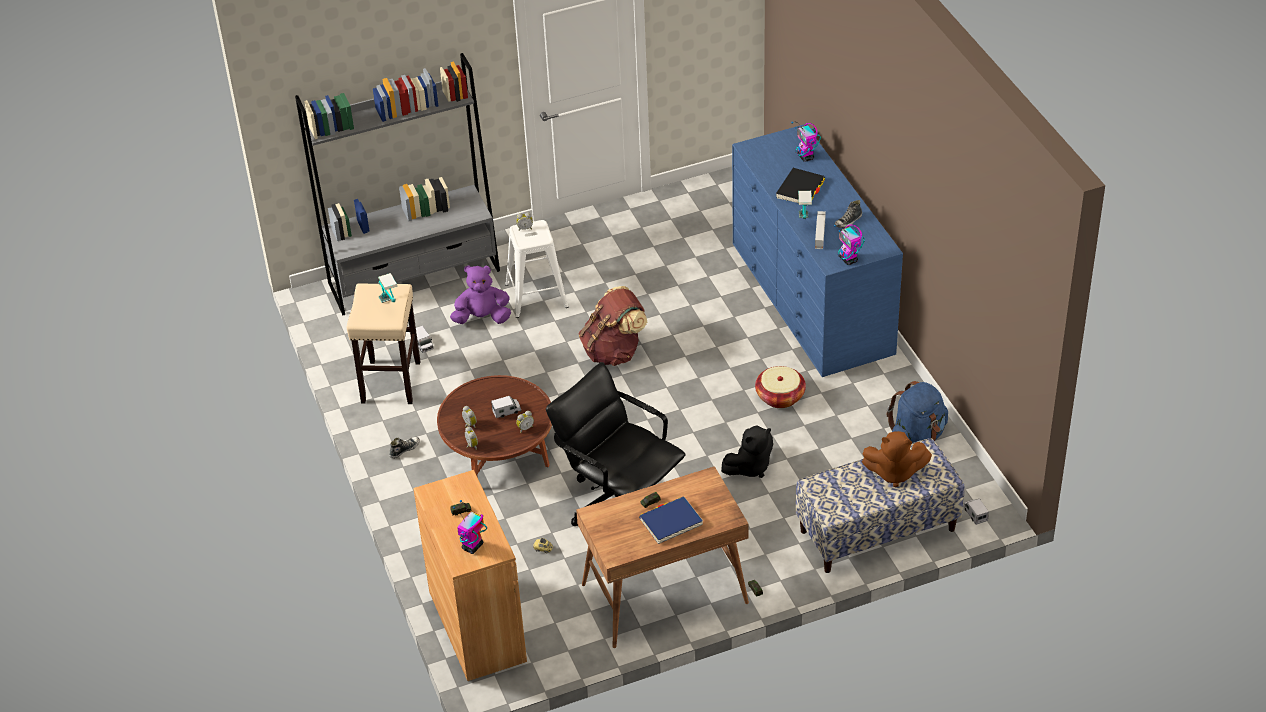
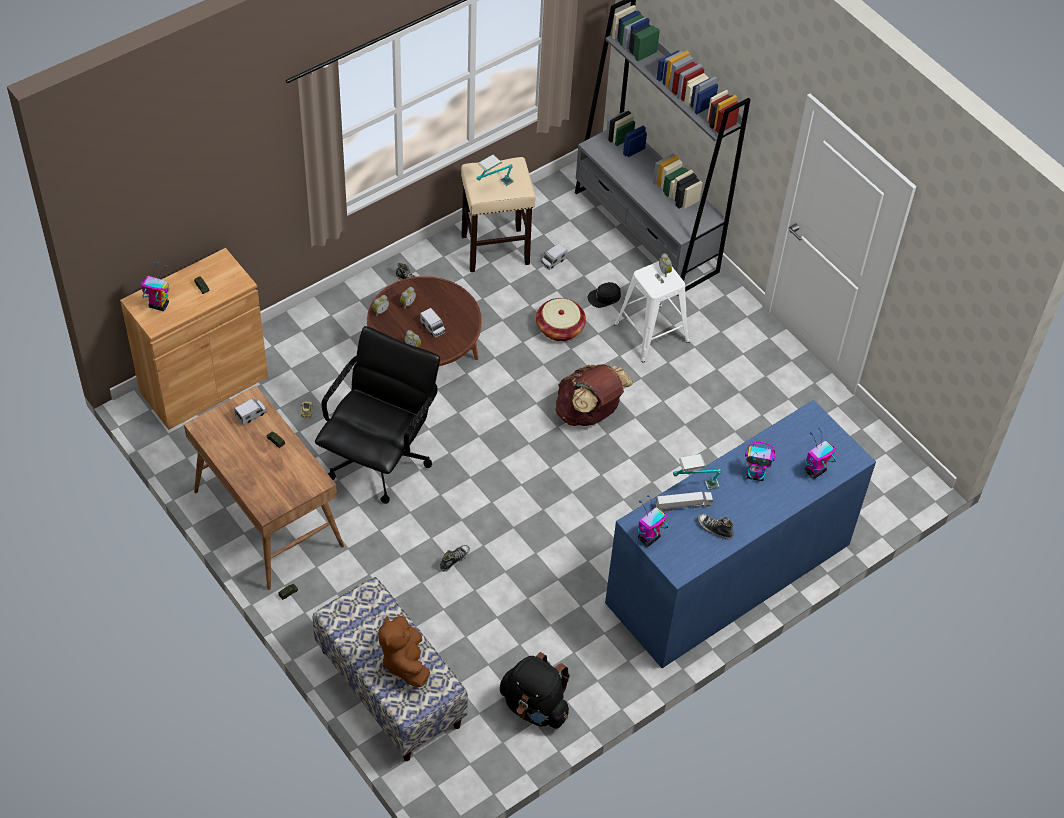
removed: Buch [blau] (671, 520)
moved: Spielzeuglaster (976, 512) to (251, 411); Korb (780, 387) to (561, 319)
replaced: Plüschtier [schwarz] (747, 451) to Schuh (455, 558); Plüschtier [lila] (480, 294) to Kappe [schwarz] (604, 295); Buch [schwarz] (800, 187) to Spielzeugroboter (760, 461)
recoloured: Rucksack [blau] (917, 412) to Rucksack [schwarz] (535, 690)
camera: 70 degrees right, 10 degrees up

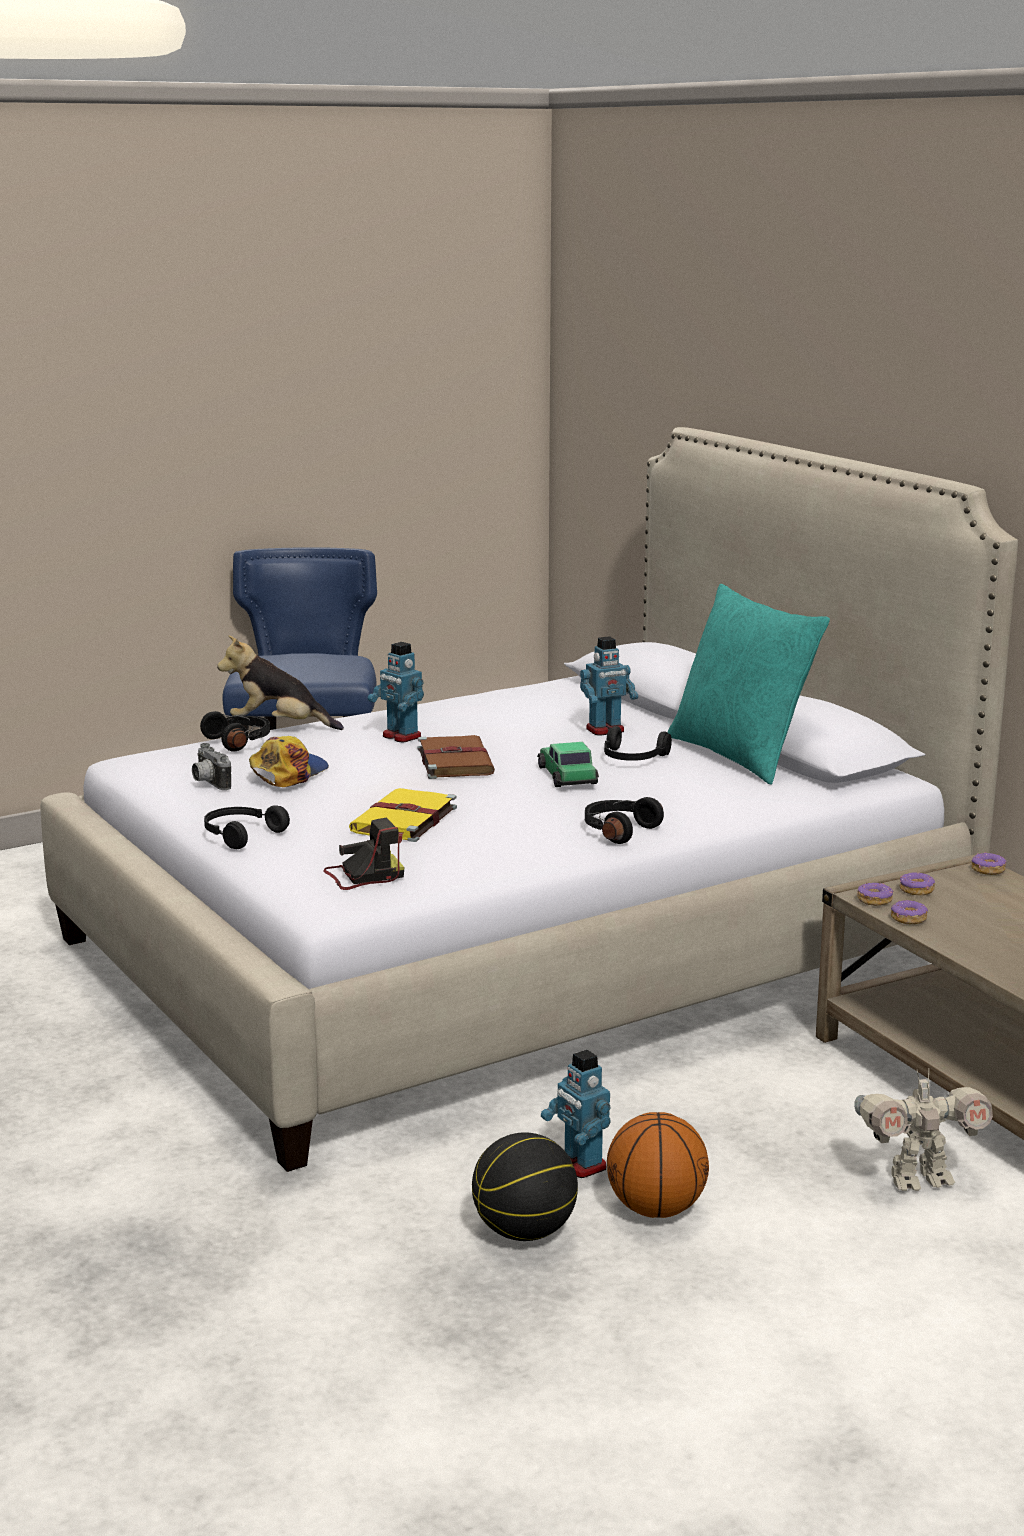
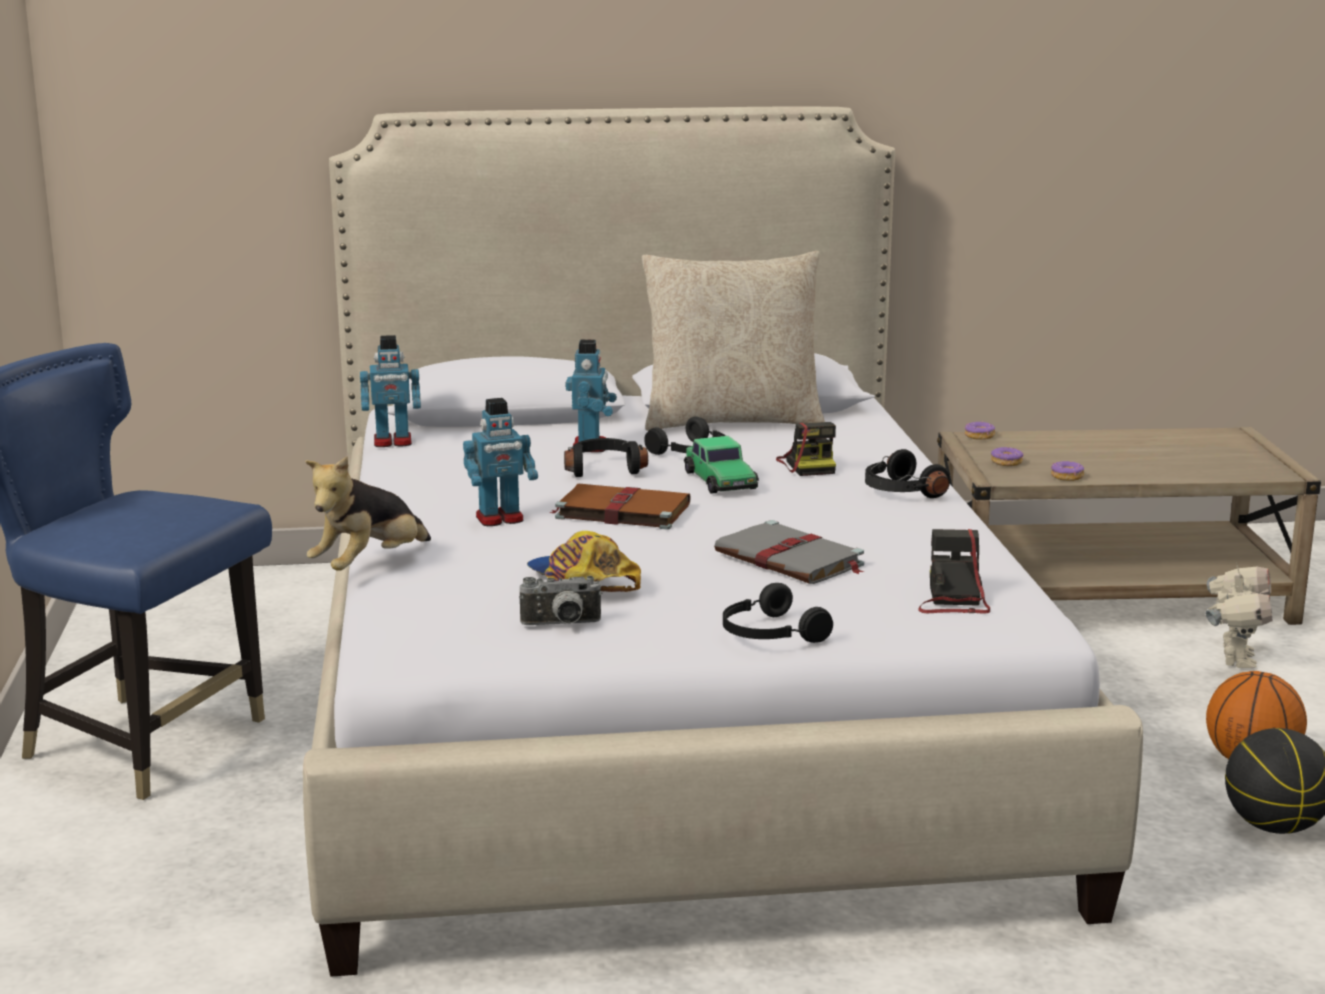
removed: Donut (875, 894)
added: Kamera (806, 449)
moved: Spielzeugroboter (576, 1114) to (390, 391); Kopfhörer [schwarz] (235, 731) to (606, 457)
recoloured: Kissen [türkis] (748, 684) to Kissen [beige] (733, 341); Buch [gelb] (403, 816) to Buch [grau] (789, 552)
turned: Spielzeugauto (568, 764) = (721, 465) 120 degrees counterclockwise
camera: 65 degrees left, 0 degrees up

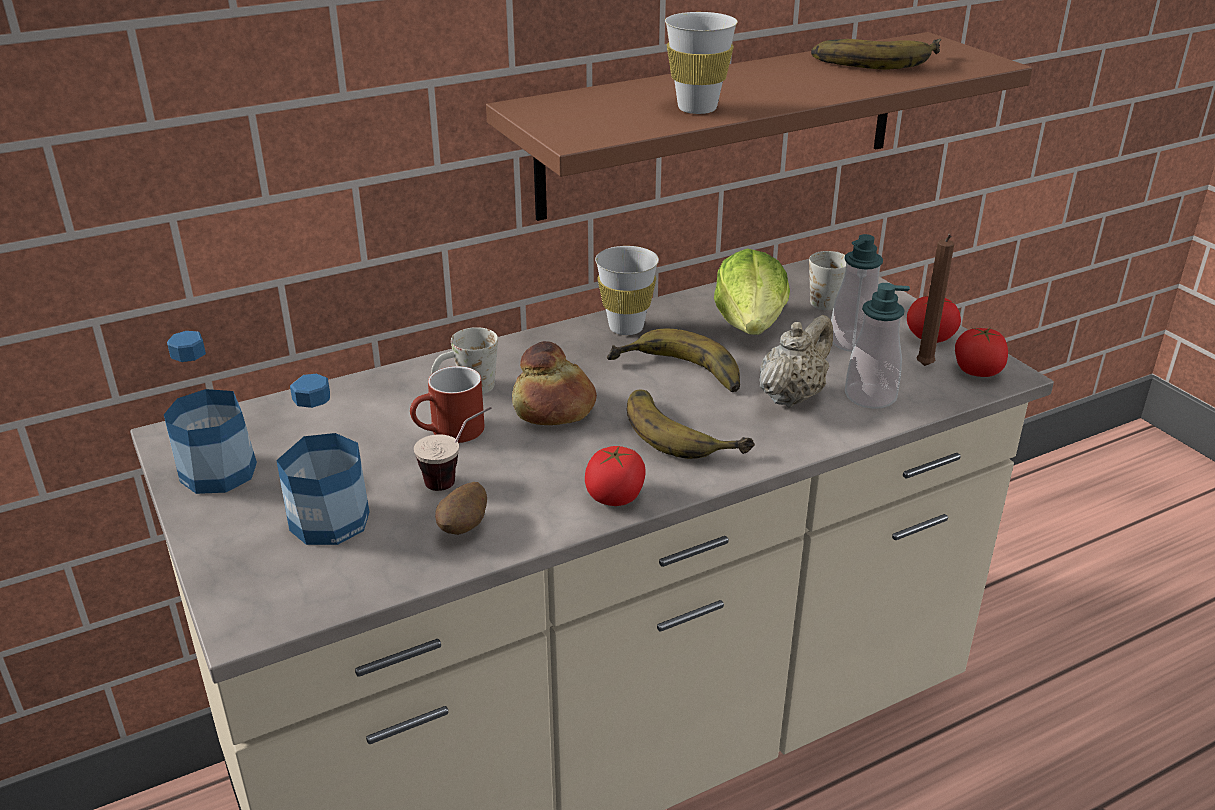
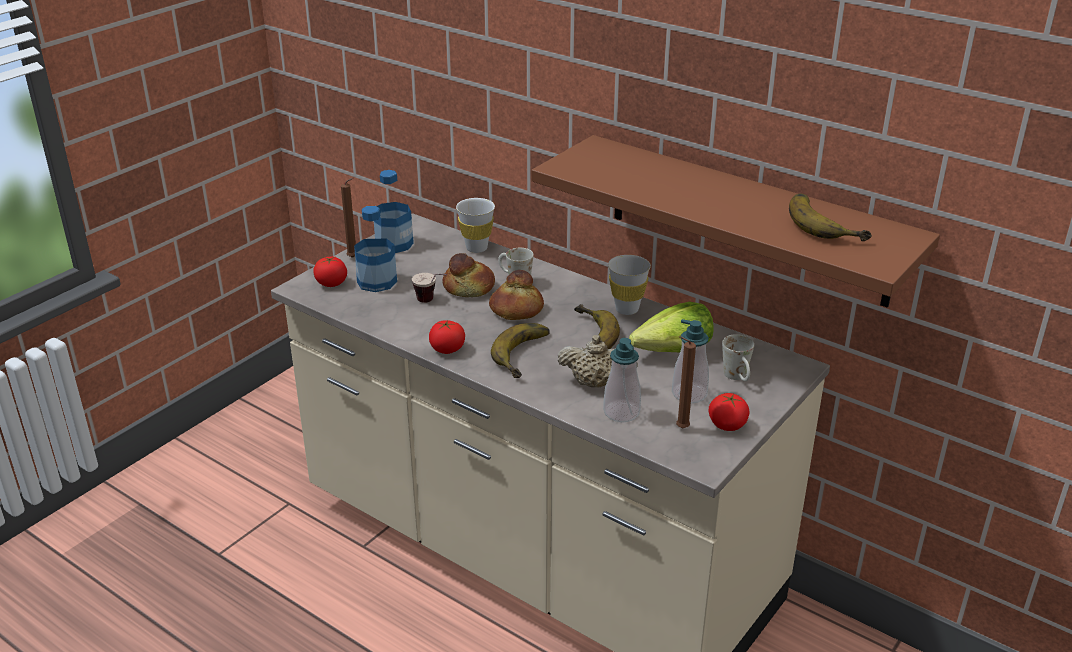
removed: Kartoffel (461, 508)
added: Kerze [braun] (348, 218)
moved: Tomate (981, 352) to (330, 272); Tasse [weiß] (701, 63) to (475, 225)
replaced: Henkelbecher [rot] (447, 404) to Brot (468, 275)
camera: 65 degrees right, 0 degrees up

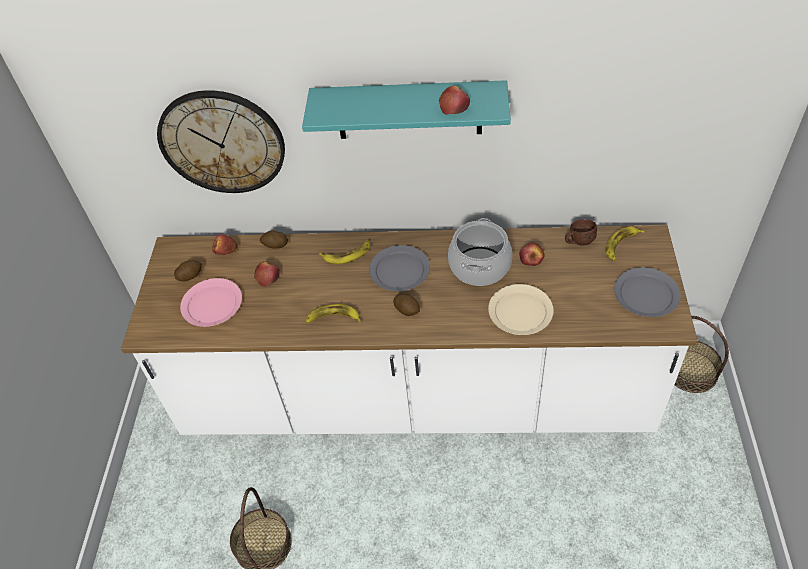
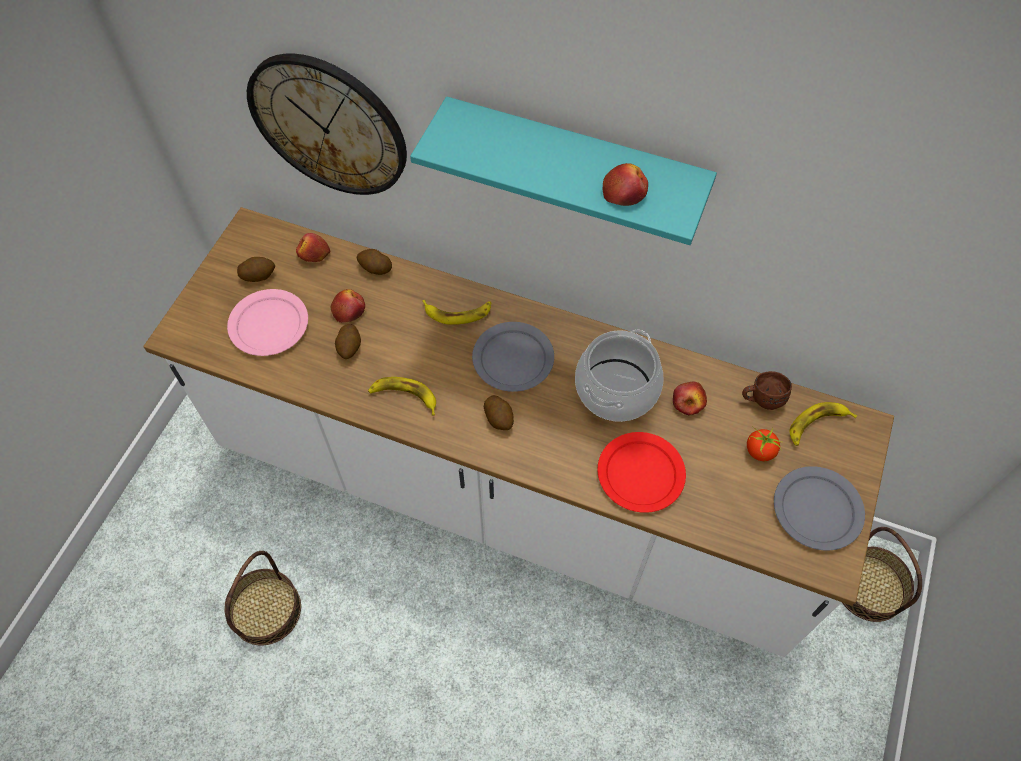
added: Kartoffel (348, 341); Tomate (764, 443)
recoloured: Teller [beige] (521, 309) to Teller [rot] (641, 472)
camera: 15 degrees right, 10 degrees up

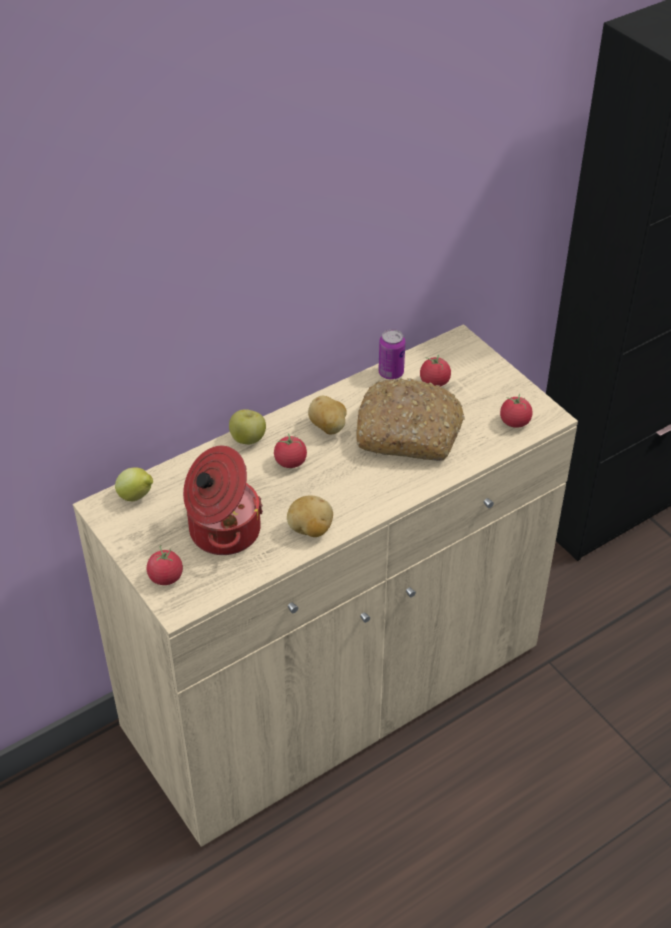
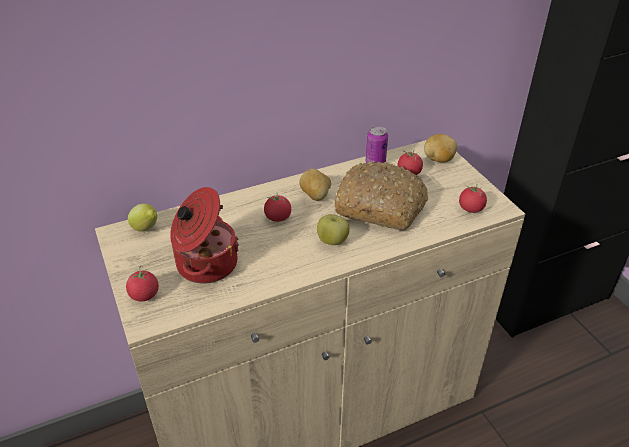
moved: Apfel (247, 426) to (333, 229); Kartoffel (310, 516) to (440, 148)
camera: 10 degrees right, 5 degrees down

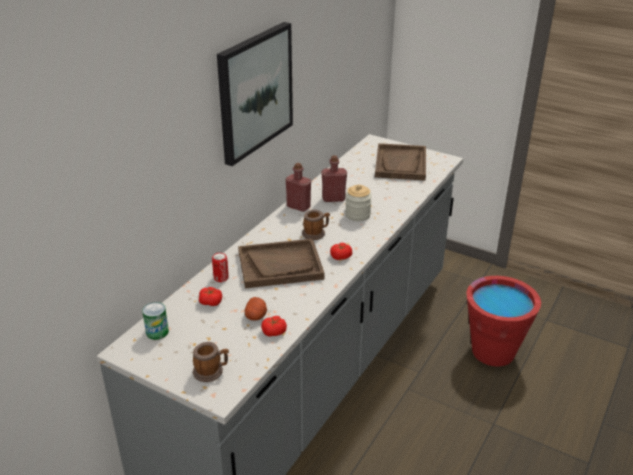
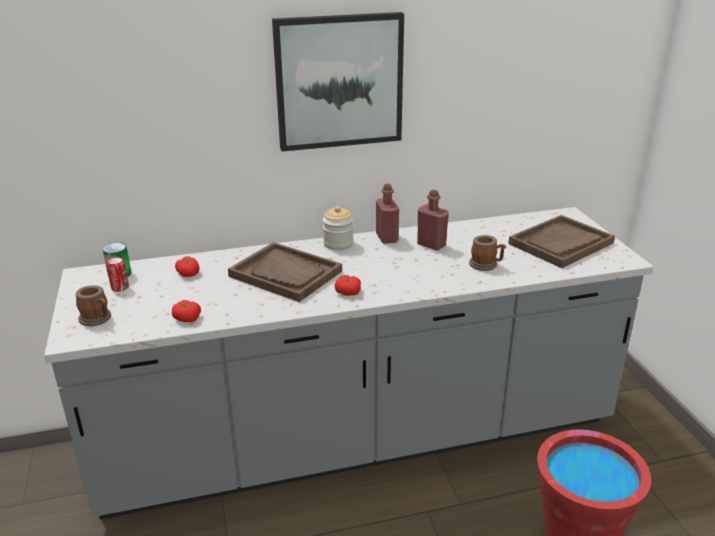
removed: Kartoffel (256, 308)
moved: Dose (220, 267) to (117, 274); Vorratsglas (358, 202) to (338, 228); Henkelbecher (316, 224) to (487, 253)
camera: 45 degrees right, 5 degrees down

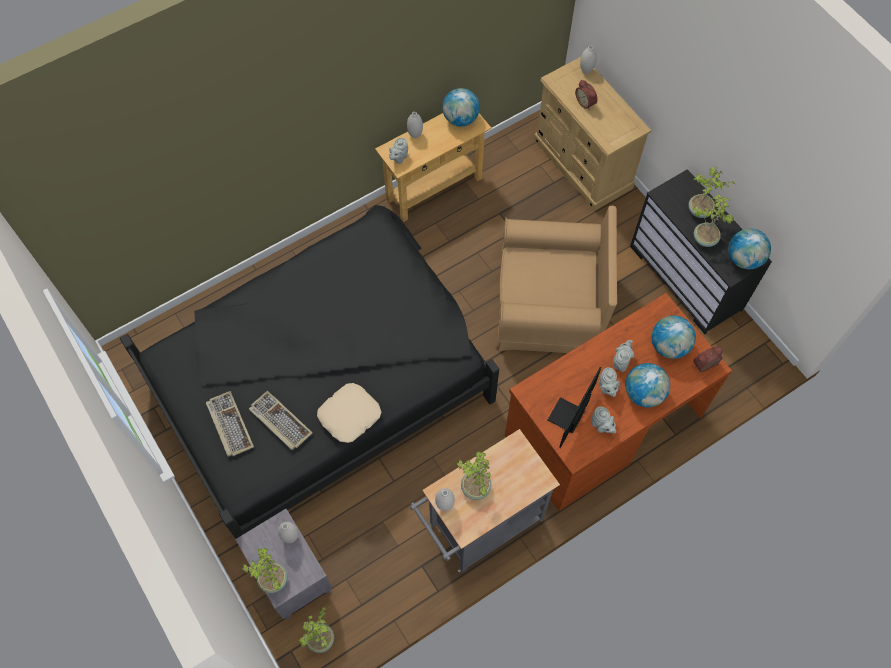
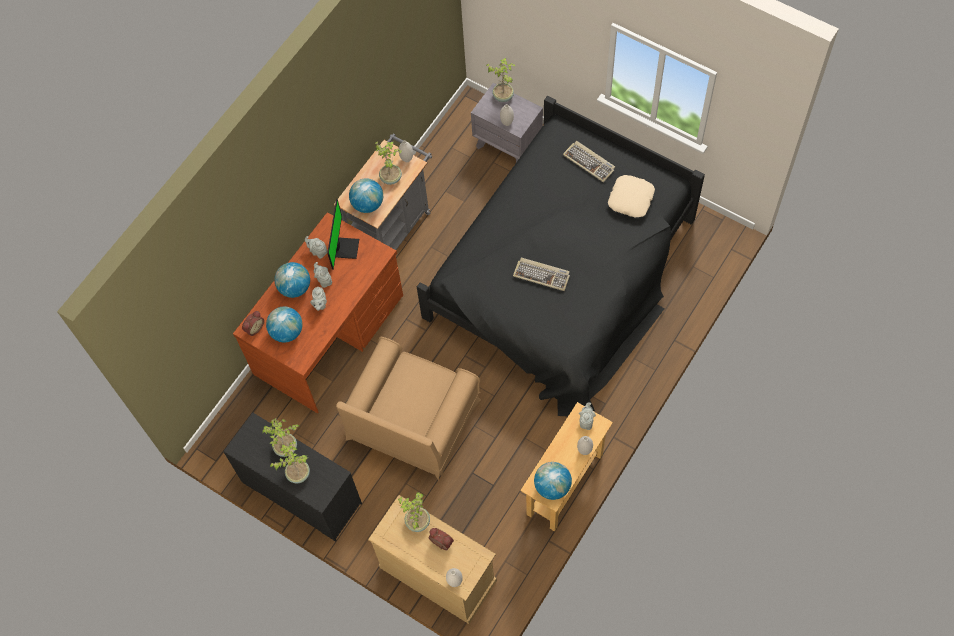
moved: Globus (749, 248) to (366, 195); Topfpflanze (316, 629) to (414, 512); Tastatur (281, 420) to (541, 274); Kissen [beige] (349, 413) to (631, 196)
turned: Sessel [braun] (556, 279) = (408, 408) 45 degrees counterclockwise
camera: 160 degrees right, 0 degrees up

